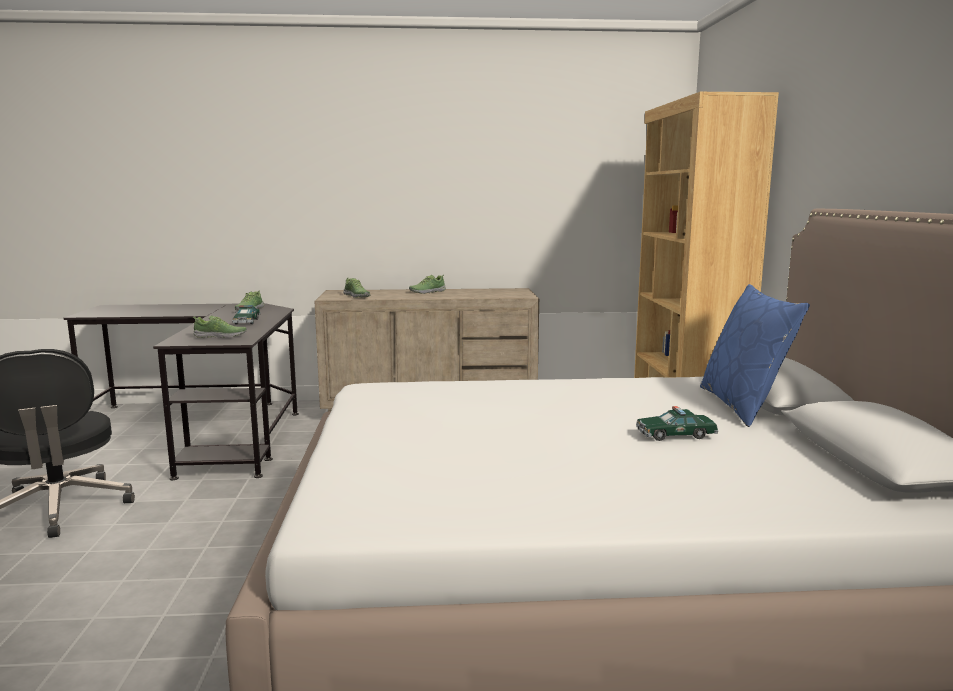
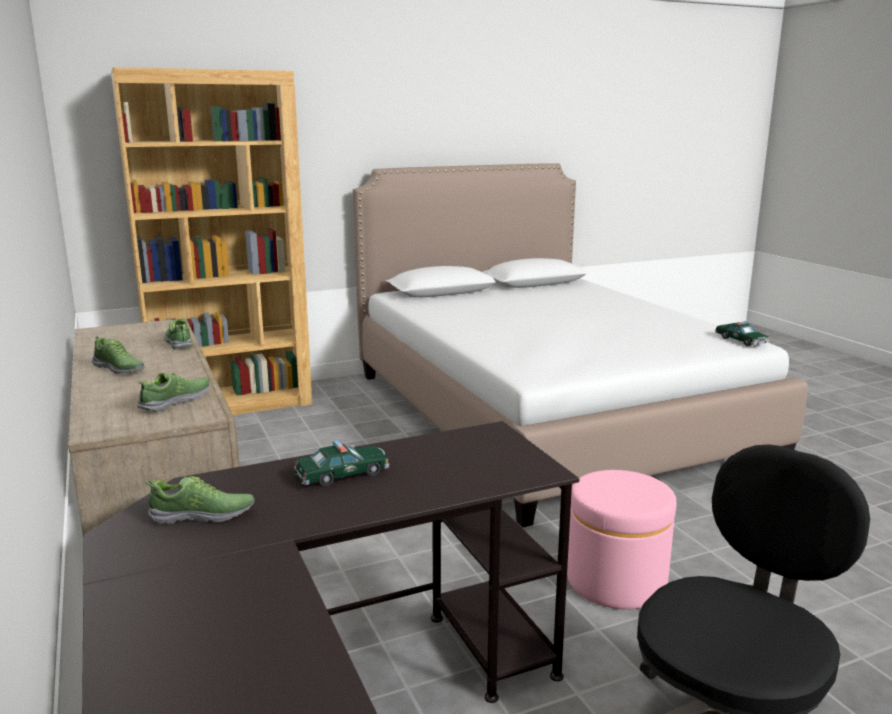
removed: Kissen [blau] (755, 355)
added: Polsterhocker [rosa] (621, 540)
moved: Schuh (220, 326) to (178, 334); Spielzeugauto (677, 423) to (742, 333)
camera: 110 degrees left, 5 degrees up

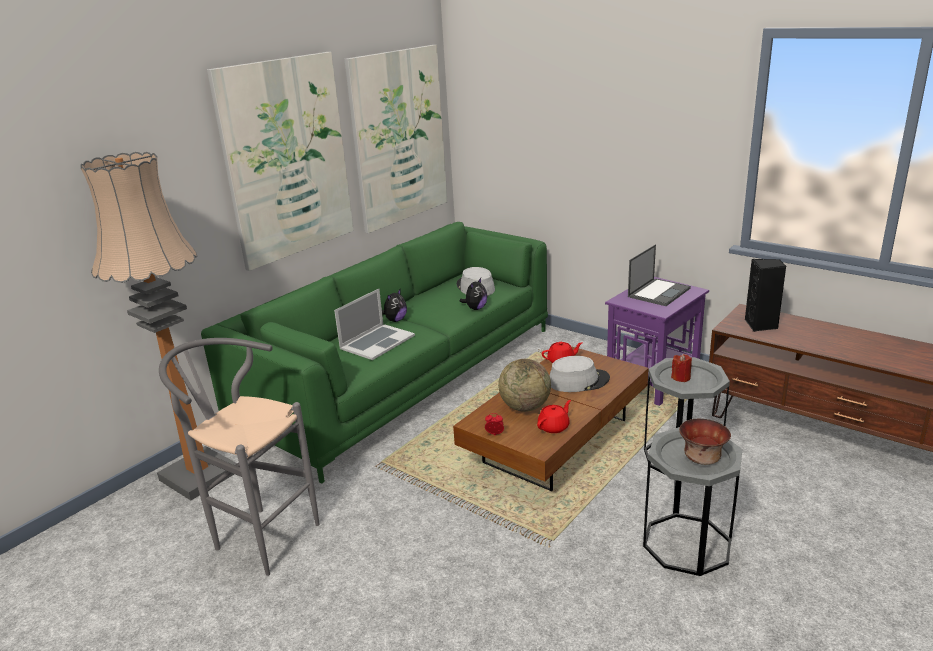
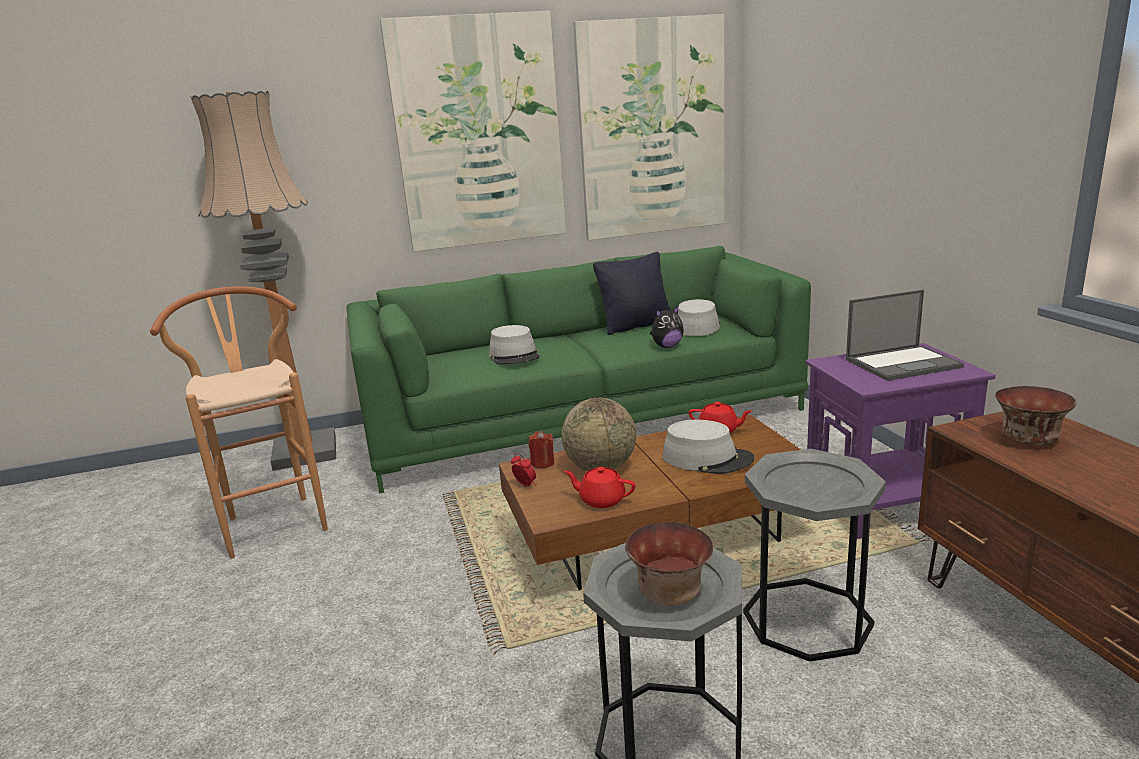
removed: Plüschtier (394, 305)
added: Kissen [schwarz] (632, 293)
moved: Kerze [rot] (681, 368) to (541, 449)
replaced: Laptop (374, 324) to Hut [grau] (514, 344); Lautsprecher [schwarz] (765, 295) to Schüssel (1035, 415)
recoloured: Hocker [grau] (239, 457) to Hocker [braun] (239, 422)
turned: Teekanne [rot] (554, 416) = (600, 487) 150 degrees counterclockwise
camera: 35 degrees right, 5 degrees down

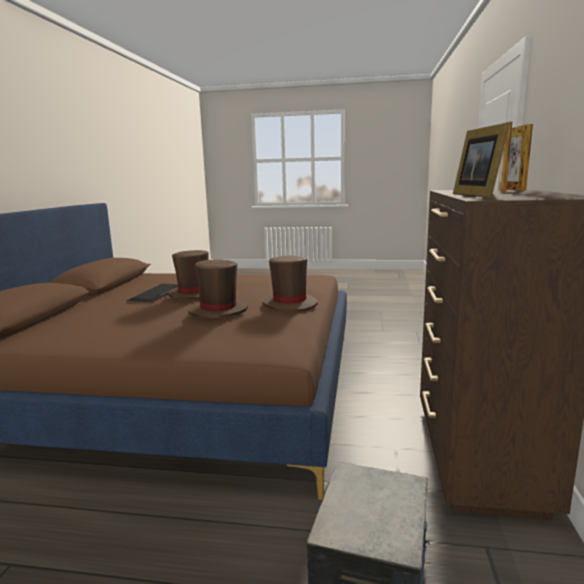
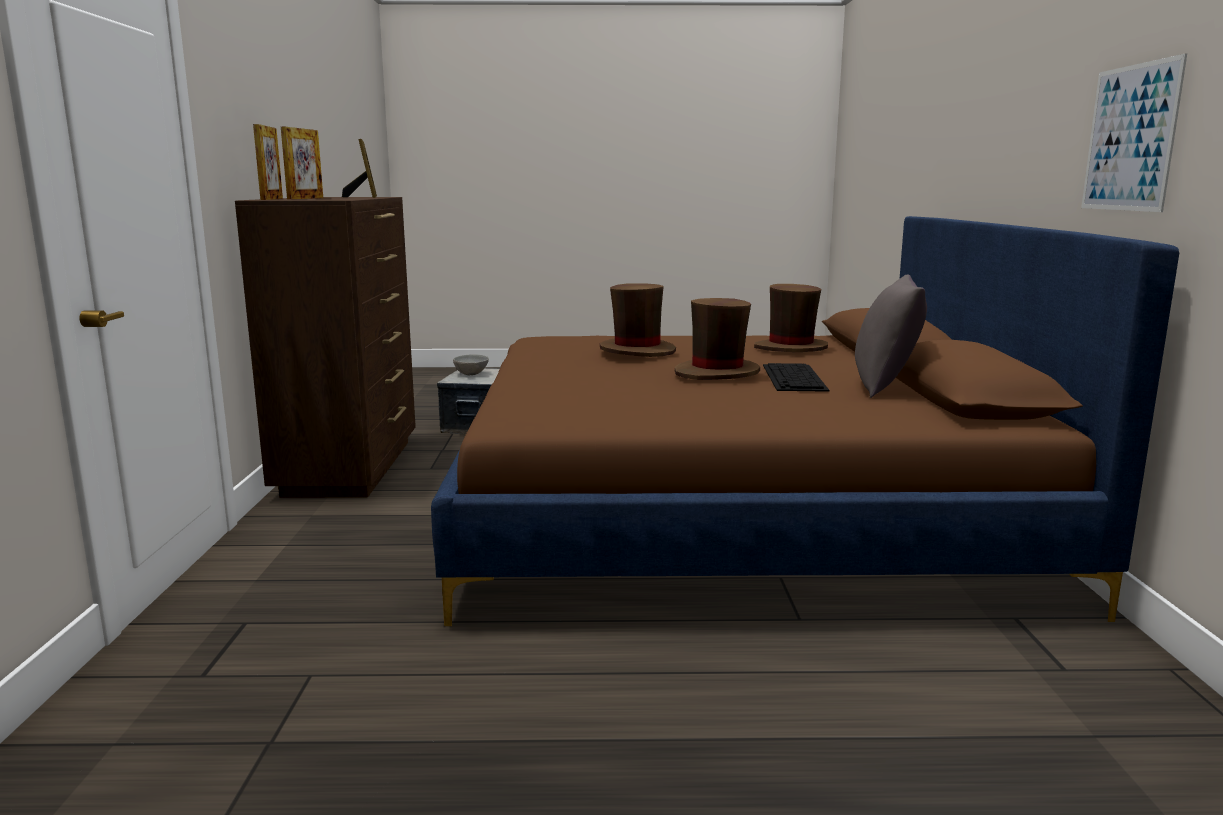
added: Schüssel [grau] (471, 364); Kissen [grau] (891, 336); Bild (1134, 133)
moved: Hut [braun] (290, 283) to (791, 318)
camera: 170 degrees right, 0 degrees up

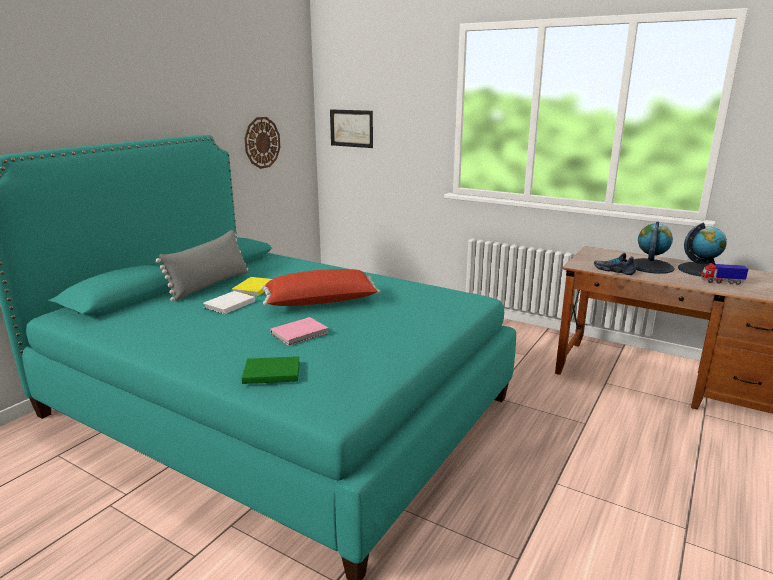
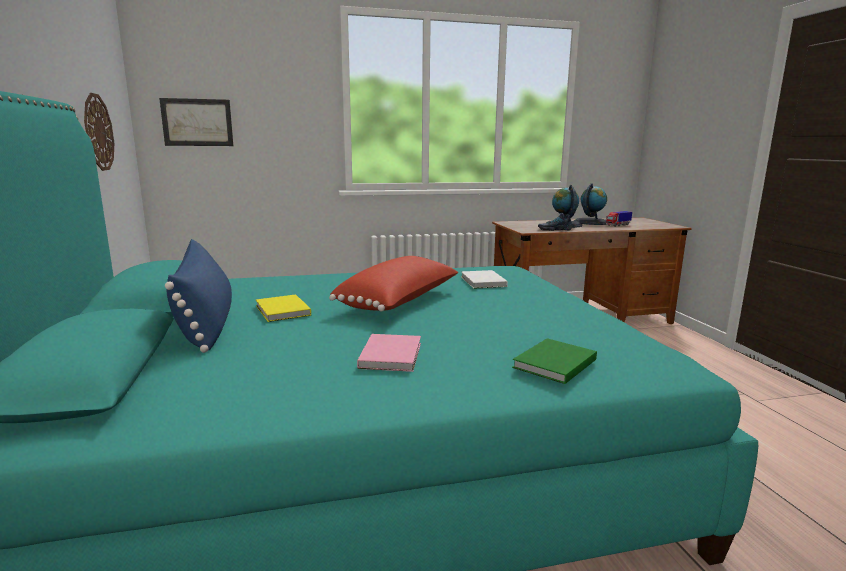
moved: Buch [rosa] (300, 331) to (389, 353); Buch [weiß] (229, 302) to (484, 279)
recoloured: Kissen [grau] (202, 266) to Kissen [blau] (198, 296)
camera: 45 degrees left, 5 degrees down

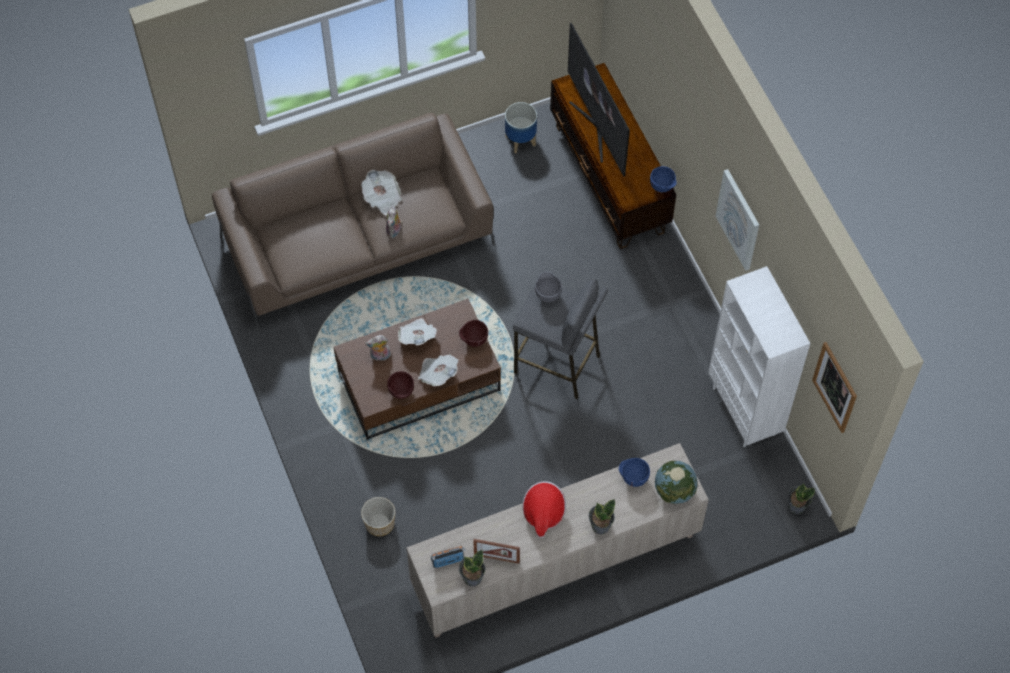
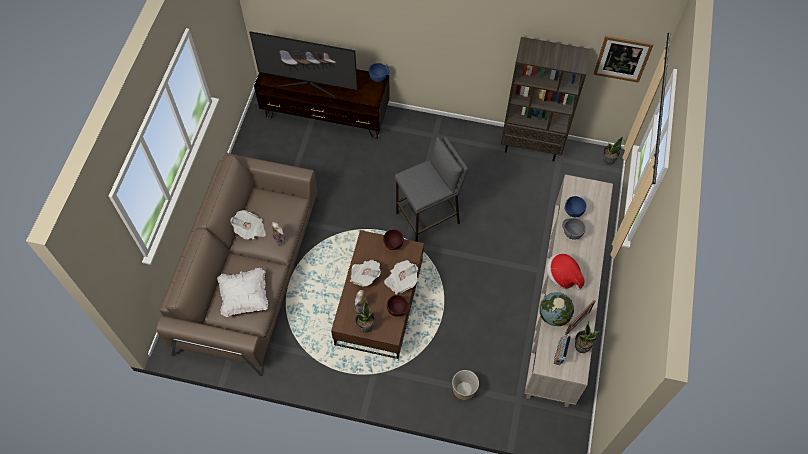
removed: Pflanzkübel (521, 127); Bild (737, 220)
added: Kissen [weiß] (242, 292)
moved: Topfpflanze (602, 516) to (365, 317); Globus (676, 482) to (556, 309); Schüssel [grau] (548, 287) to (574, 229)
recoloured: Bücherregal [weiß] (759, 356) to Bücherregal [braun] (545, 99)
camera: 55 degrees left, 0 degrees up

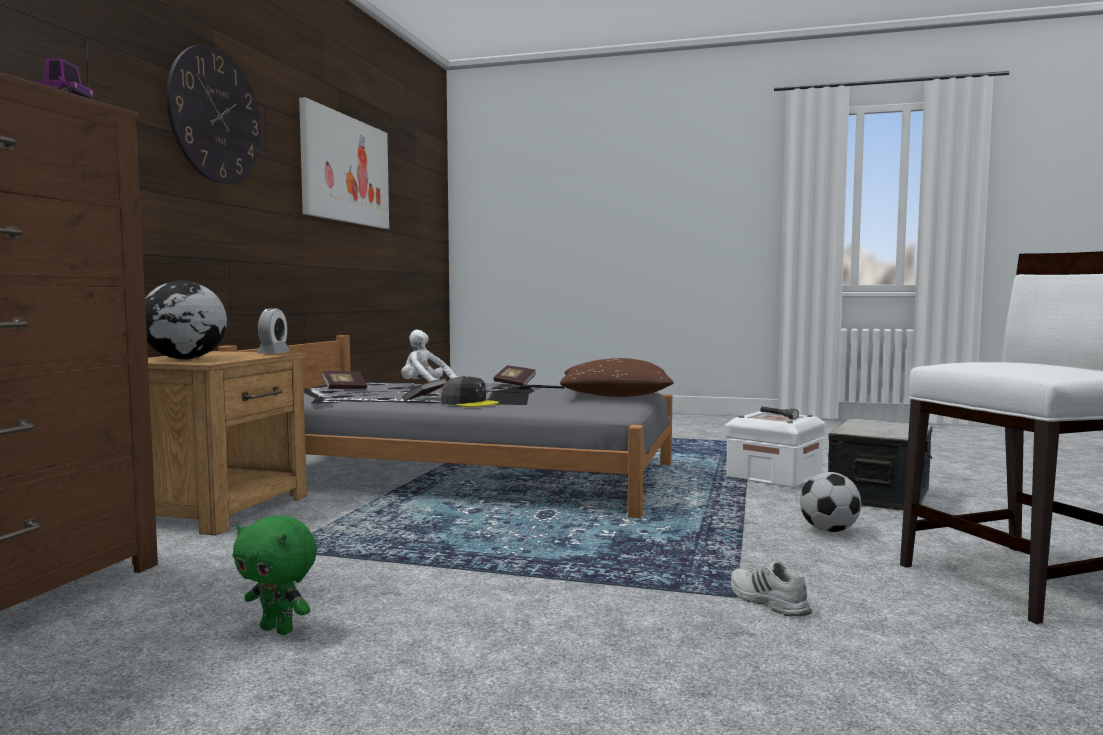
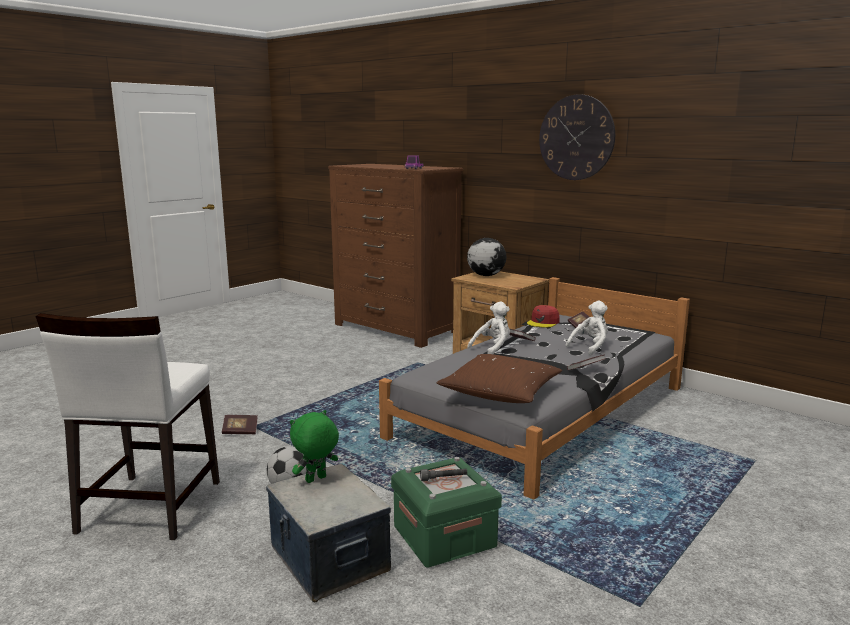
removed: Wecker (273, 331); Bild (344, 163)
added: Kappe [rot] (543, 316)
moved: Plüschtier [grün] (274, 575) to (314, 446)
replaced: Schuh [weiß] (771, 588) to Buch (240, 424); Kappe [grau] (470, 391) to Plüschtier [weiß] (488, 328)
recoloured: Aufbewahrungsbox [weiß] (775, 449) to Aufbewahrungsbox [grün] (446, 512)
camera: 115 degrees right, 10 degrees up

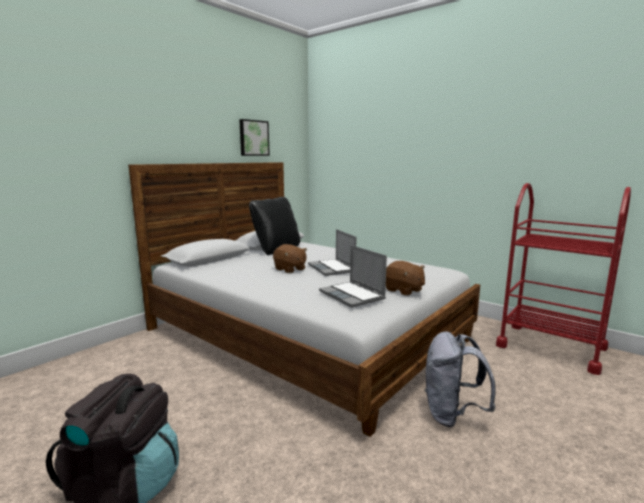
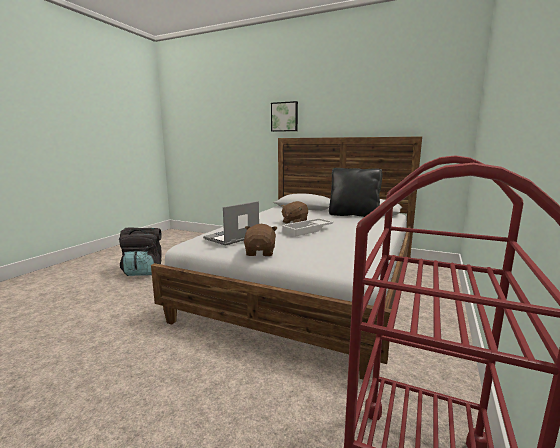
removed: Rucksack [grau] (460, 379)
moved: Bild (254, 137) to (284, 116)
replaced: Laptop (332, 252) to Tablett [weiß] (307, 227)
turned: Plüschtier [braun] (405, 278) = (260, 240) 150 degrees clockwise
camera: 75 degrees right, 0 degrees up

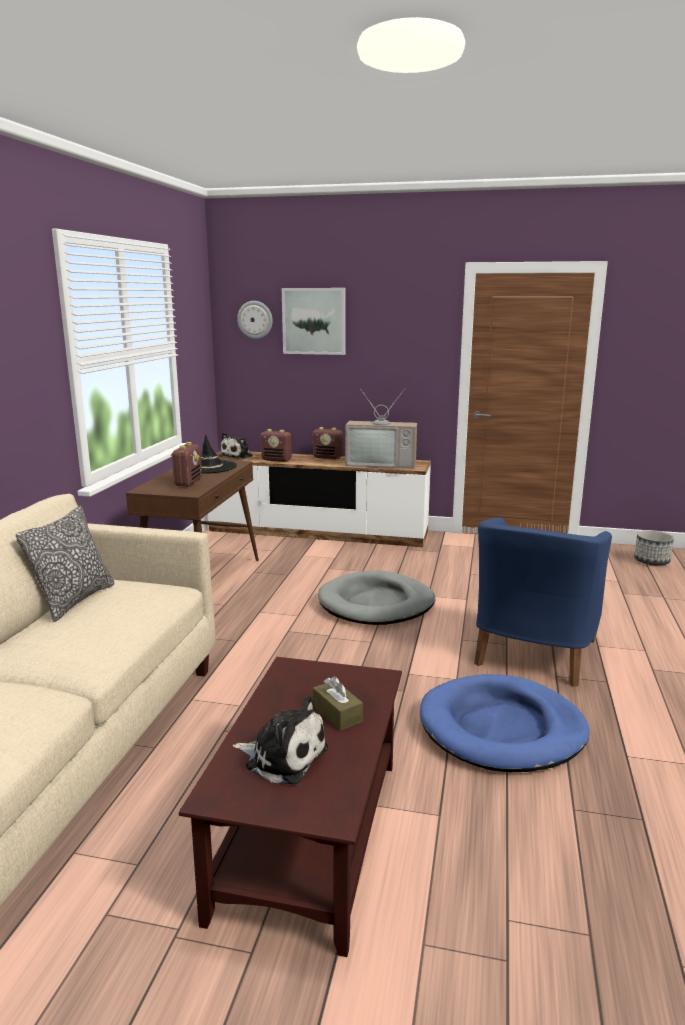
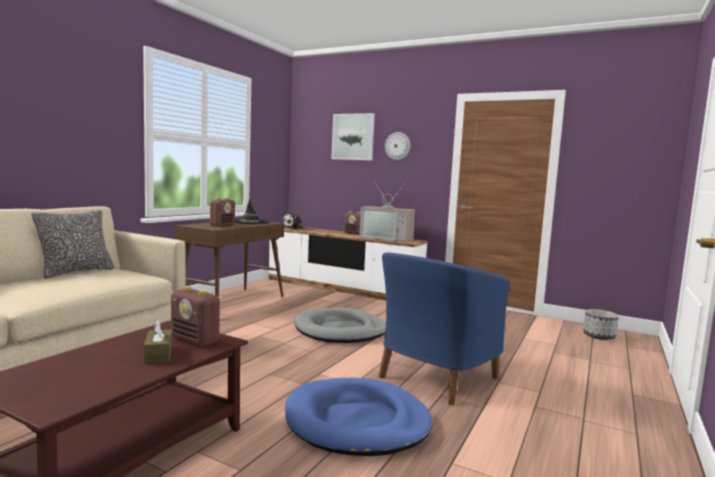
removed: Plüschtier (280, 740)
moved: Radio (276, 445) to (196, 316); Wanduhr (255, 320) to (398, 146)
camera: 15 degrees right, 10 degrees down

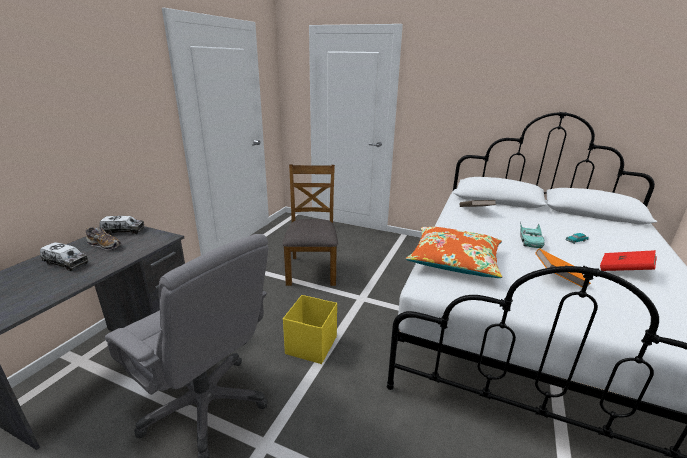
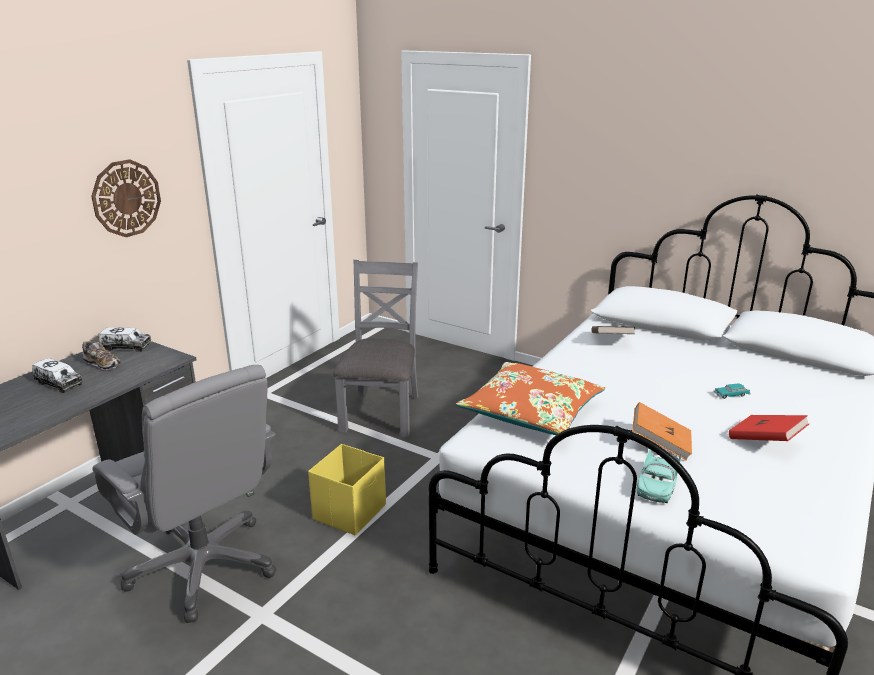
added: Wanduhr (126, 198)
moved: Spielzeugauto [türkis] (532, 234) to (659, 476)
recoloured: Stuhl [braun] (310, 225) to Stuhl [grau] (375, 348)
camera: 10 degrees right, 0 degrees up

